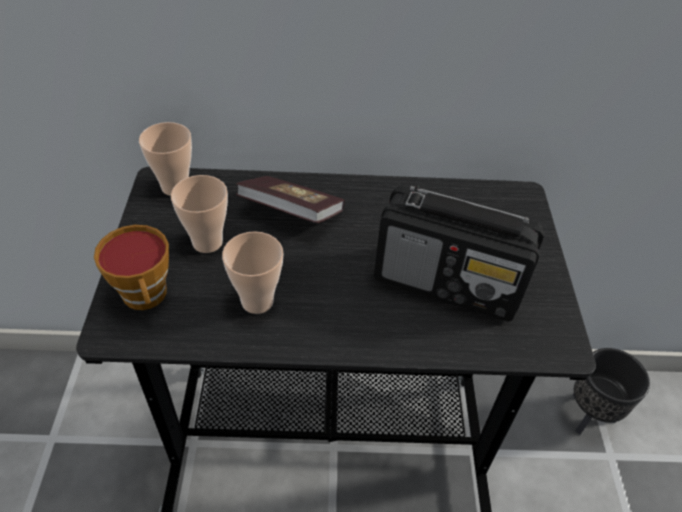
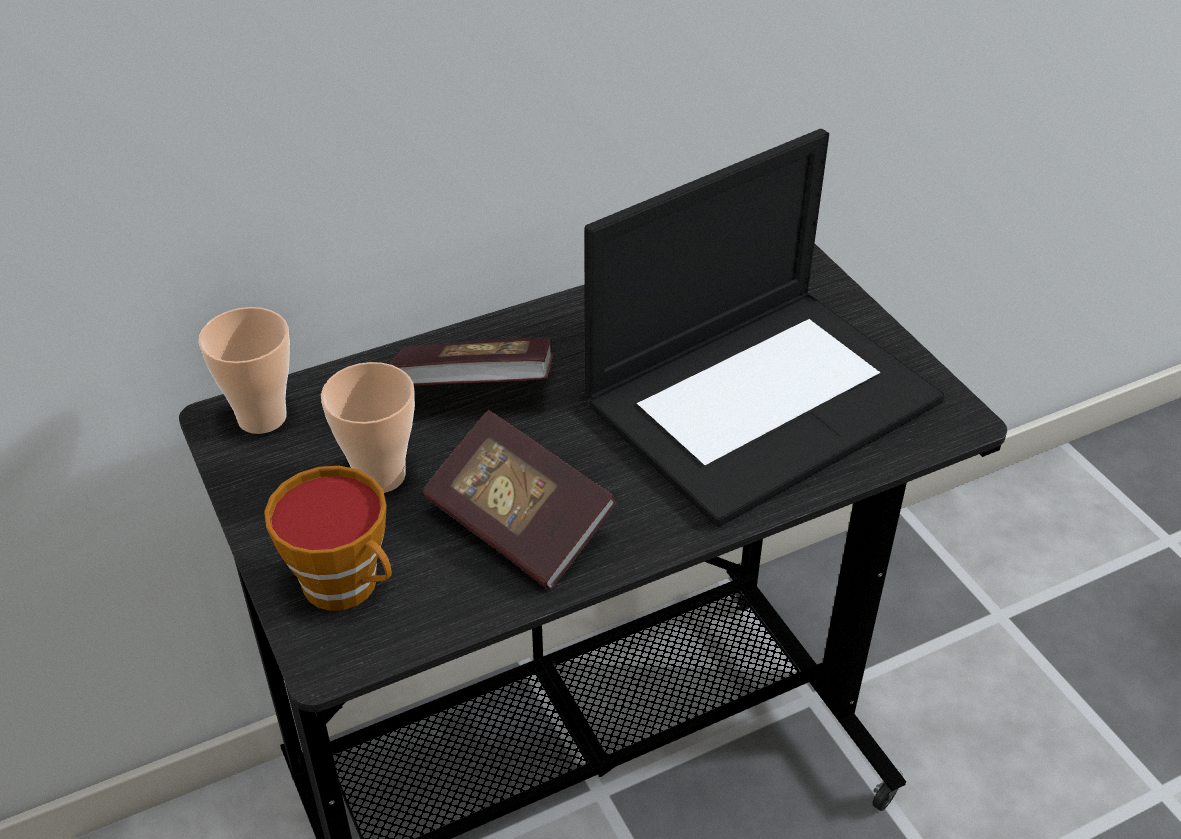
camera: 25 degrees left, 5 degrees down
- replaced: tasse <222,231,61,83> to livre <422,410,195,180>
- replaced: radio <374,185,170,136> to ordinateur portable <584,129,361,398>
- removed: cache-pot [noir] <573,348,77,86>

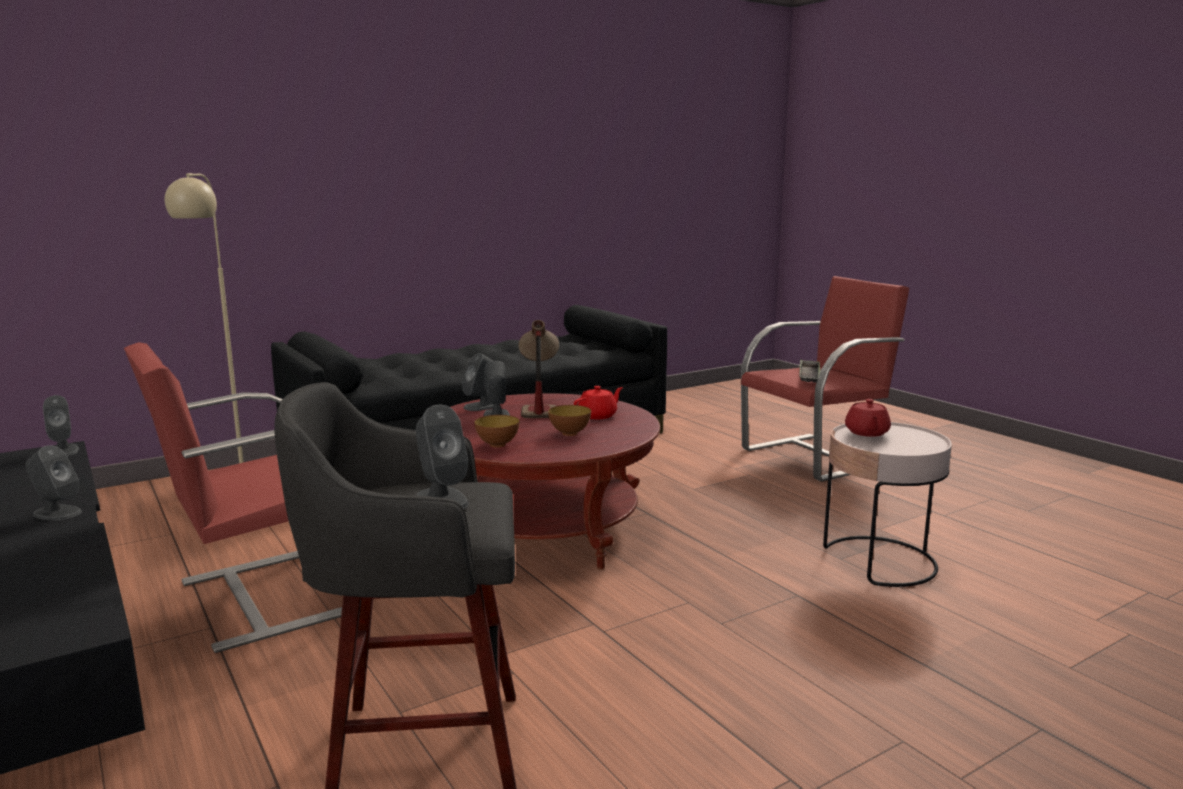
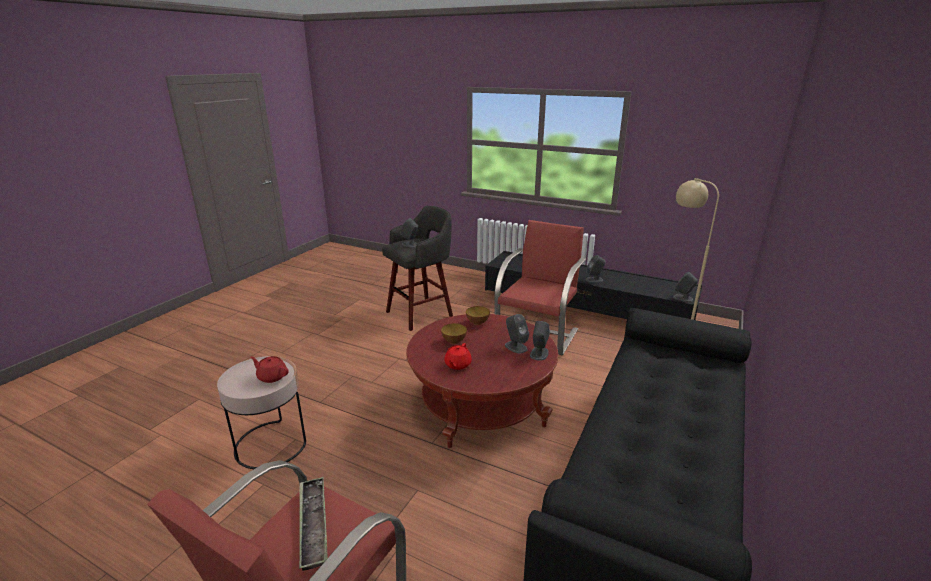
camera: 150 degrees right, 10 degrees up
- turned: théière [rouge] <845,399,46,38> = <250,356,39,27> 45 degrees counterclockwise
- removed: lampe de table <519,320,40,98>

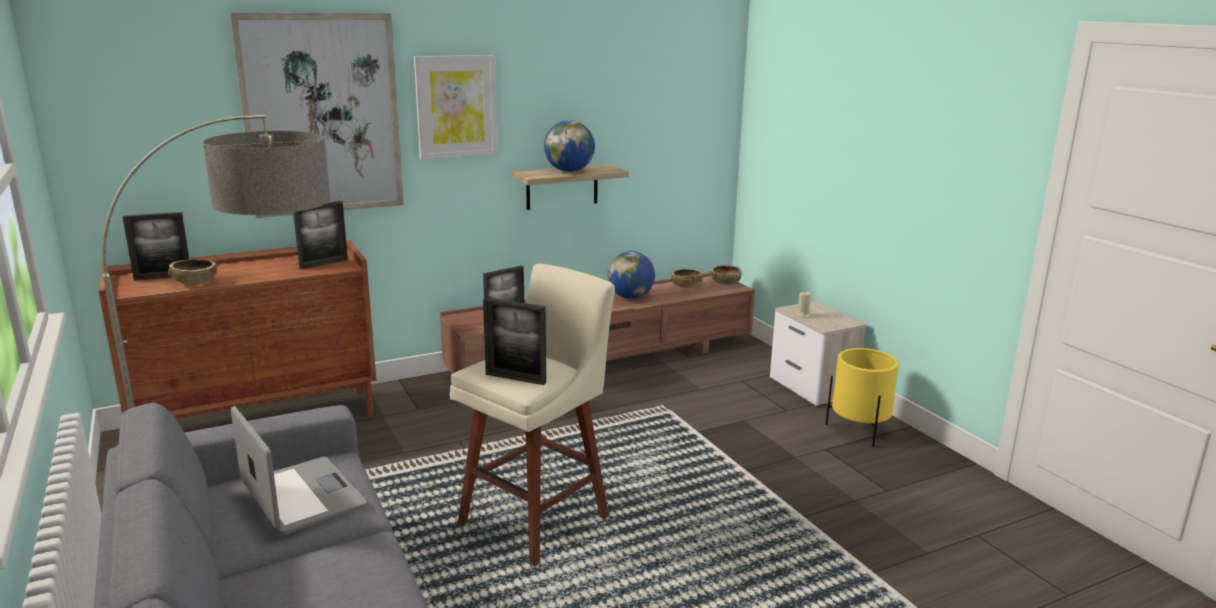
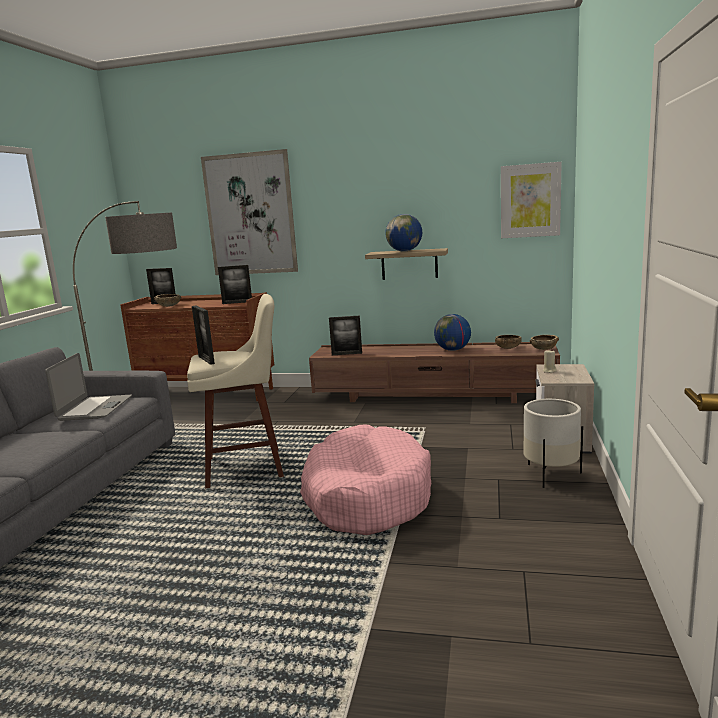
camera: 40 degrees right, 5 degrees down
- added: panier pour chien [rose] <300,425,131,110>
- moved: tableau <414,55,84,105> to <501,162,61,76>
- recoloured: cache-pot [jaune] <826,348,73,99> to cache-pot [blanc] <523,399,60,89>

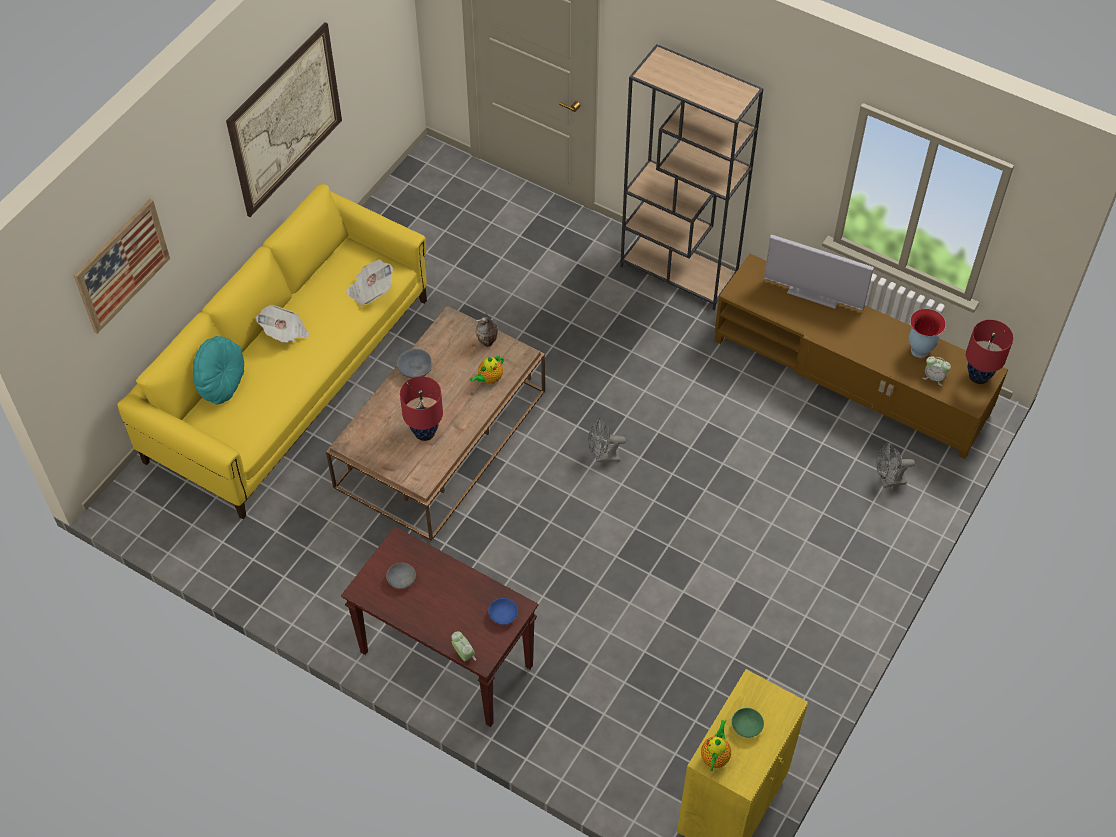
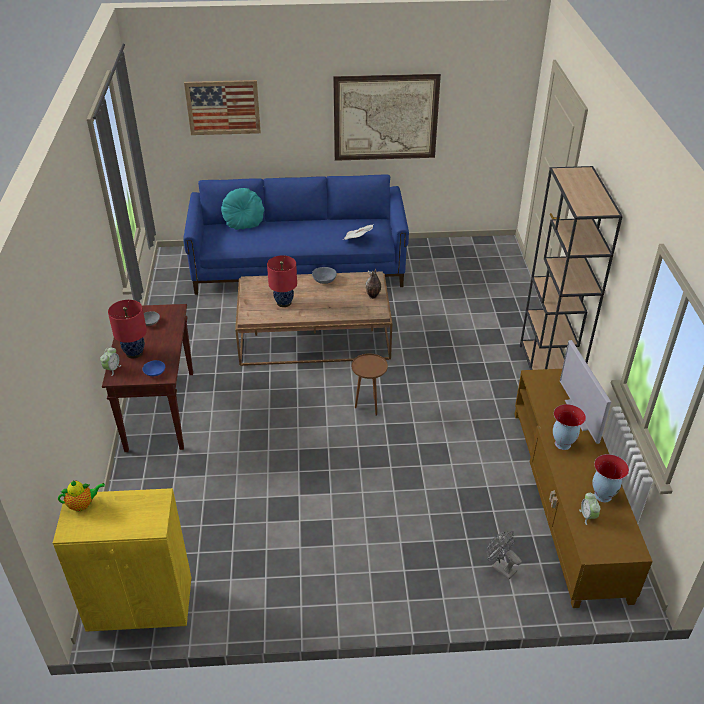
camera: 55 degrees right, 15 degrees down
- moved: lampe de table [rouge] <966,320,47,64> to <108,300,39,58>
- recoloured: canapé [jaune] <117,184,310,335> to canapé [bleu] <183,175,226,120>
- replaced: ventilateur [gris] <588,418,38,44> to table d'appoint [marron] <352,354,36,62>
- added: vase <553,404,33,46>
- removed: journal <256,305,54,38>
- removed: théière <470,356,34,28>
- removed: bol [vert] <732,708,32,30>

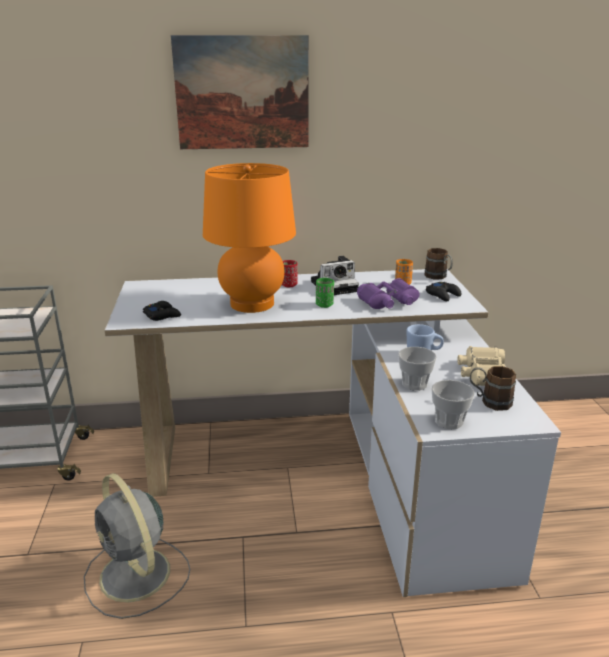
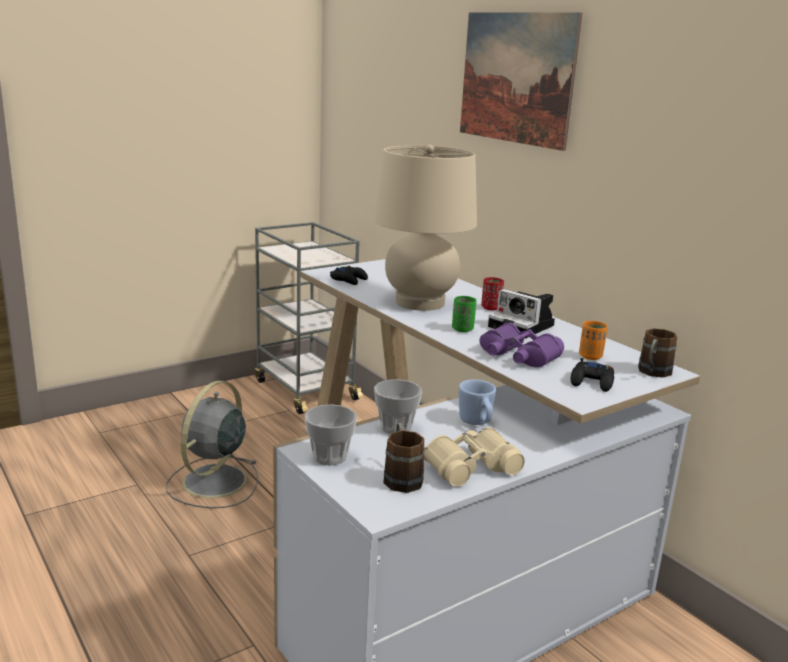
camera: 60 degrees right, 5 degrees down
- recoloured: lampe de table [orange] <203,163,93,150> to lampe de table [beige] <373,145,104,166>

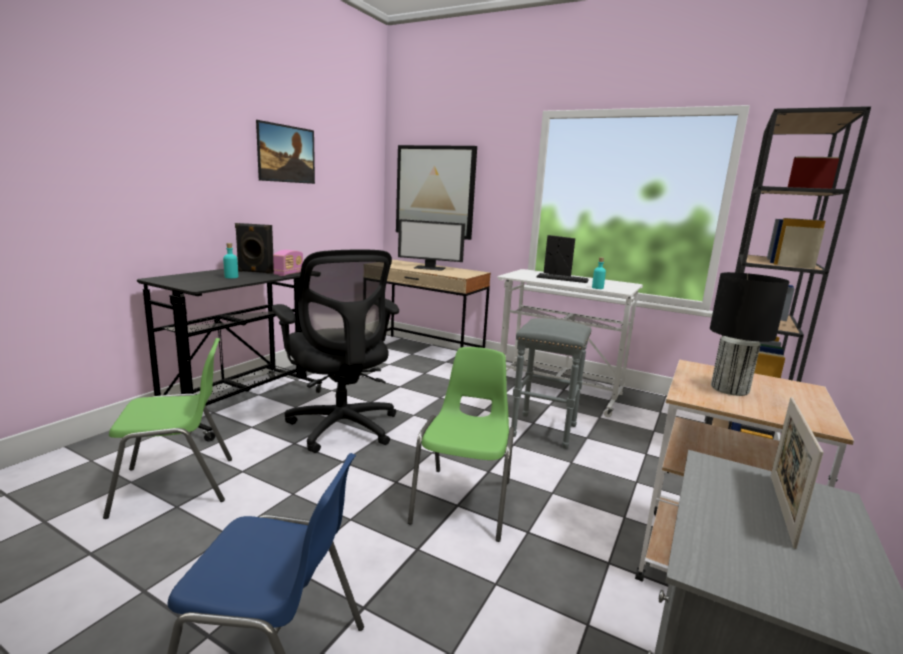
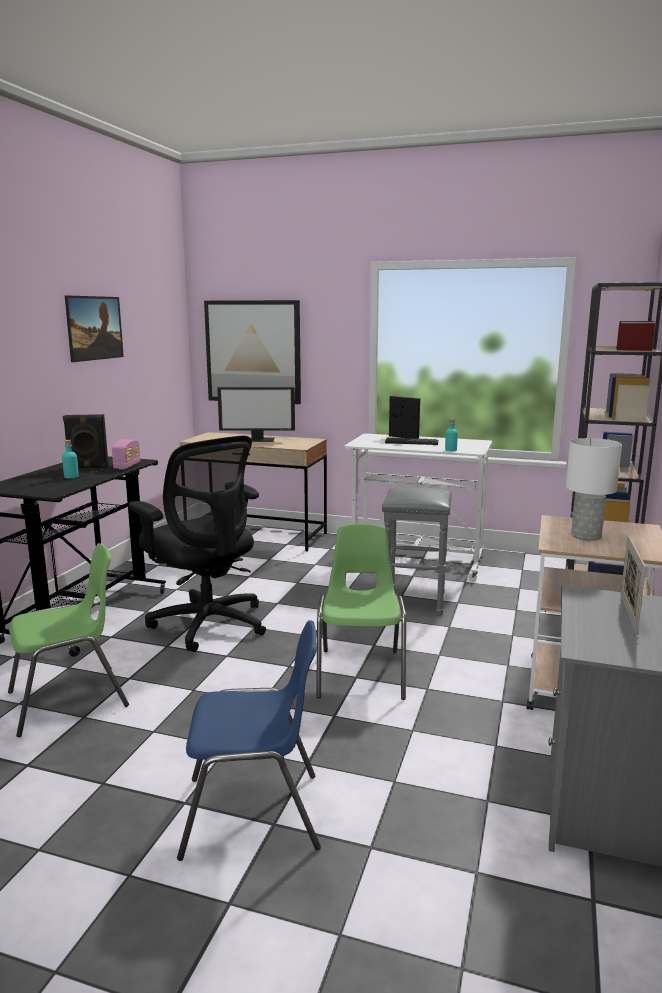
camera: 10 degrees left, 0 degrees up
- recoloured: lampe de table [noir] <710,272,80,124> to lampe de table [blanc] <566,438,56,103>

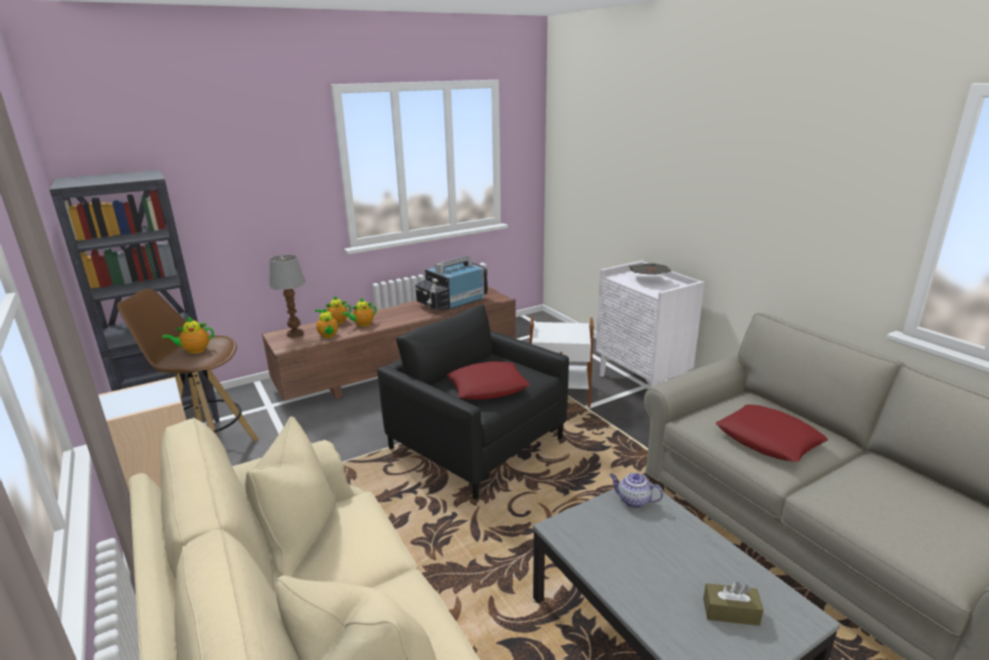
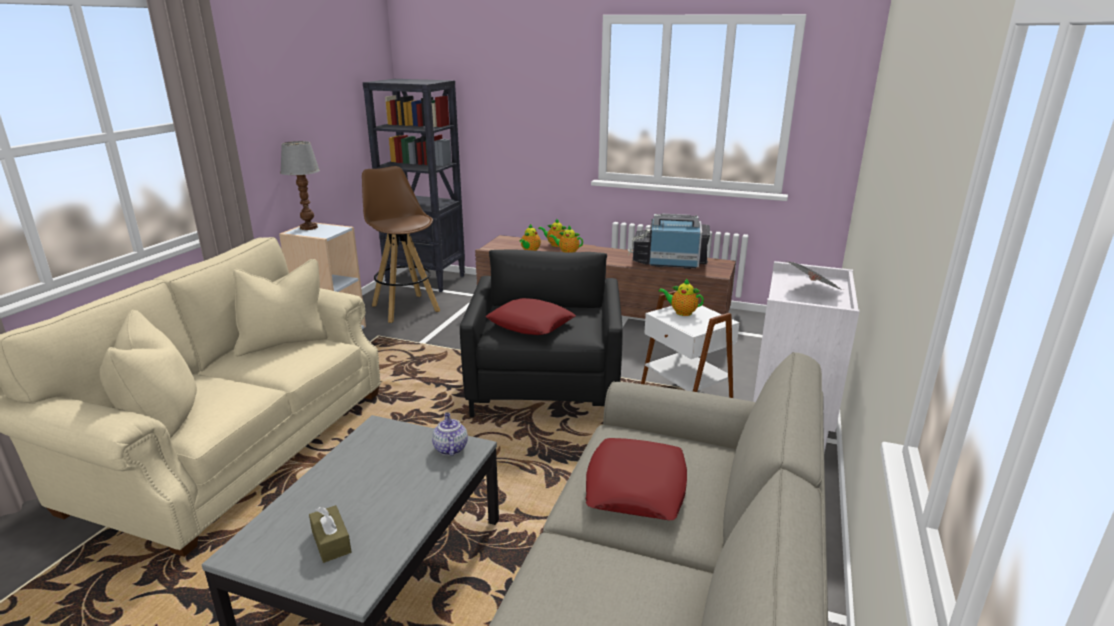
camera: 50 degrees right, 0 degrees up
- moved: lampe de table <269,255,37,83> to <280,141,40,89>
- moved: théière <162,316,52,38> to <659,278,45,38>

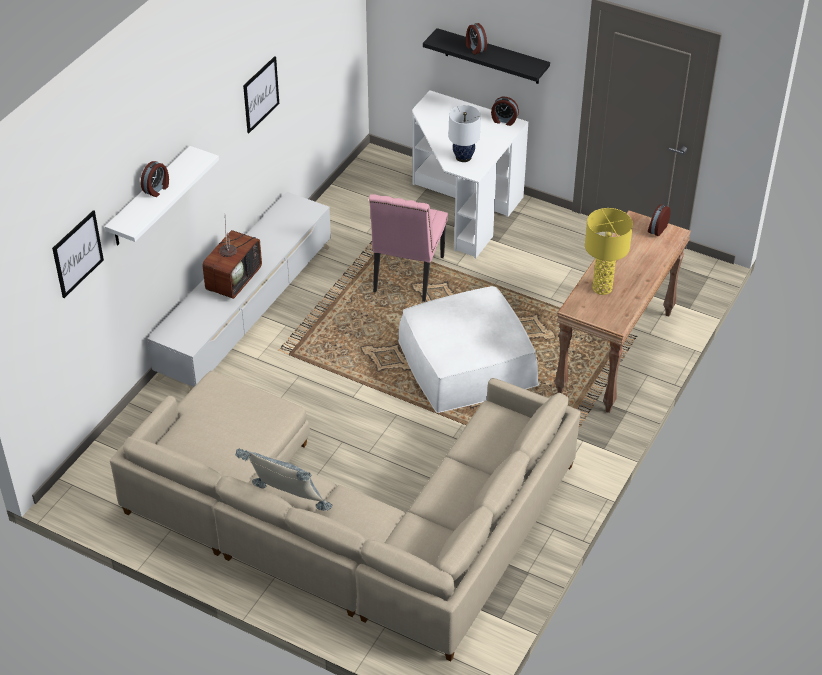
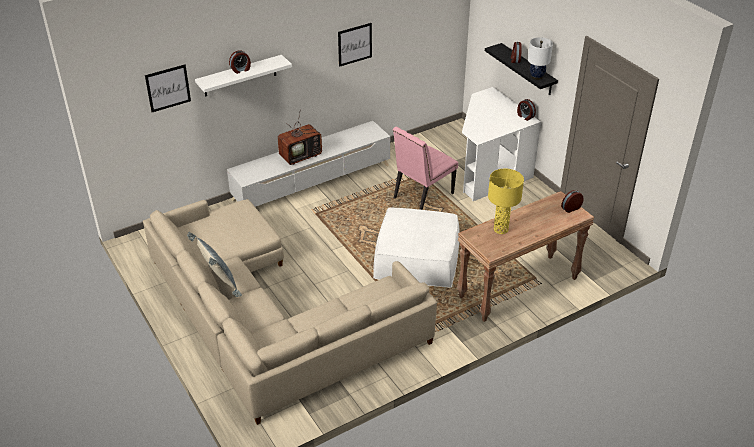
camera: 30 degrees right, 5 degrees down
- moved: lampe de table [blanc] <449,105,32,57> to <528,37,25,43>

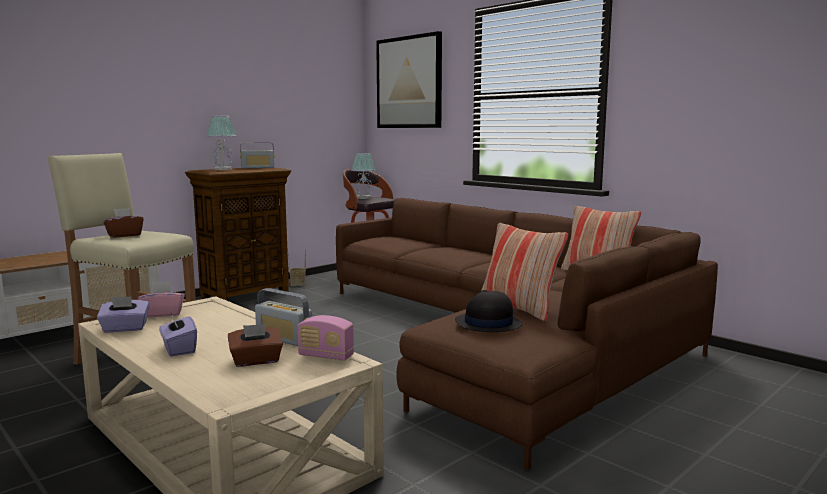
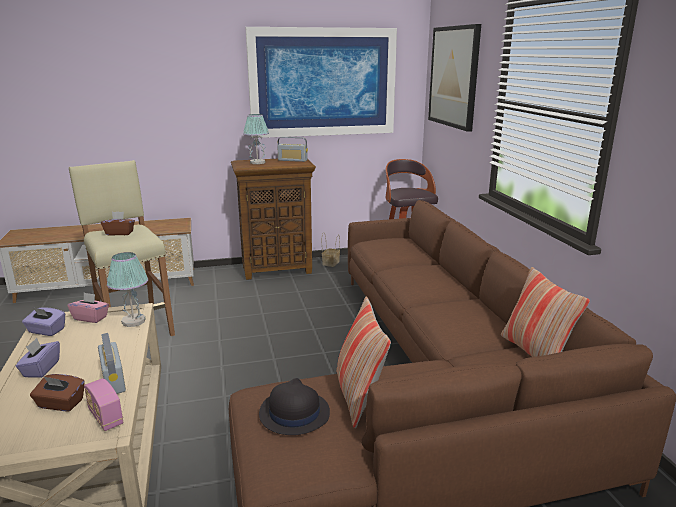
camera: 30 degrees right, 10 degrees up
- moved: lampe de table <351,153,25,46> to <107,252,41,75>
- added: tableau <245,27,152,111>

